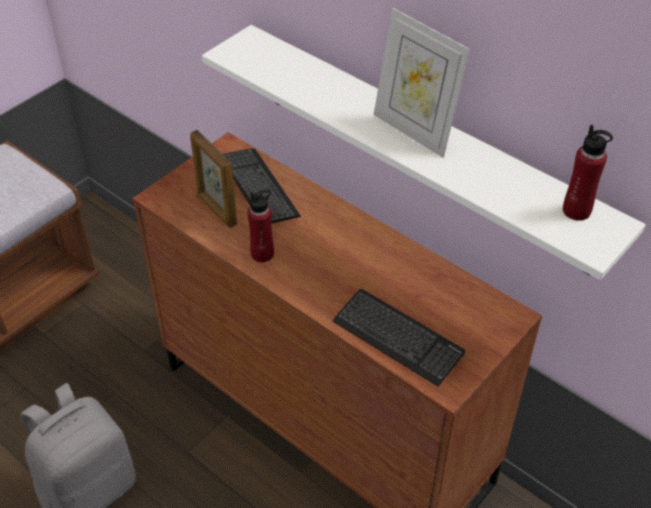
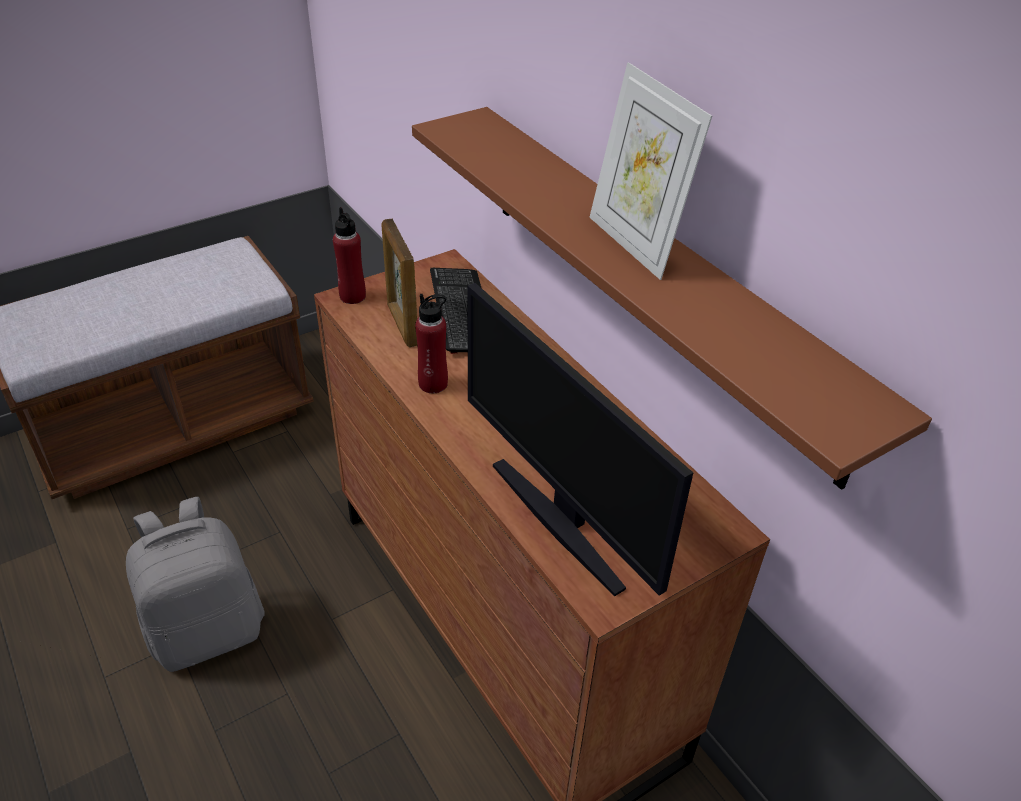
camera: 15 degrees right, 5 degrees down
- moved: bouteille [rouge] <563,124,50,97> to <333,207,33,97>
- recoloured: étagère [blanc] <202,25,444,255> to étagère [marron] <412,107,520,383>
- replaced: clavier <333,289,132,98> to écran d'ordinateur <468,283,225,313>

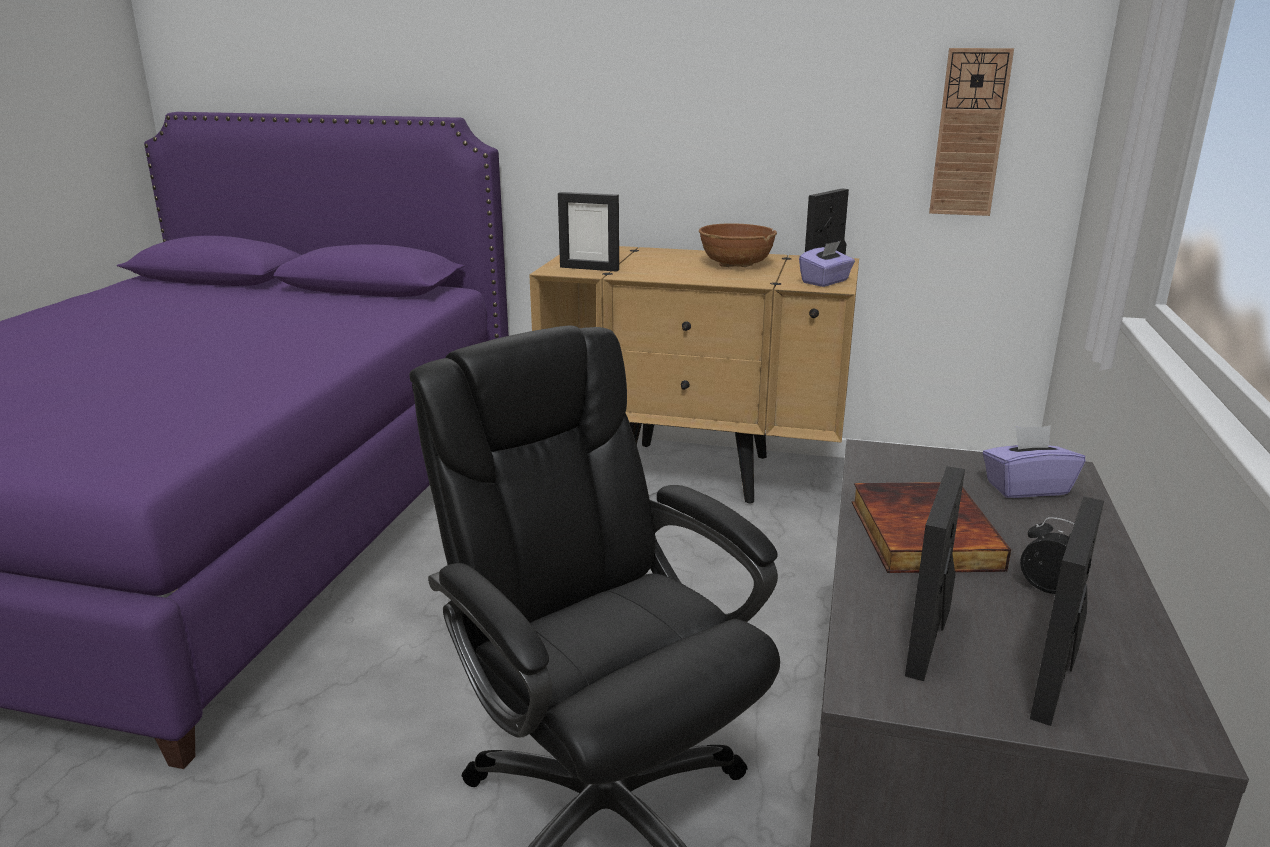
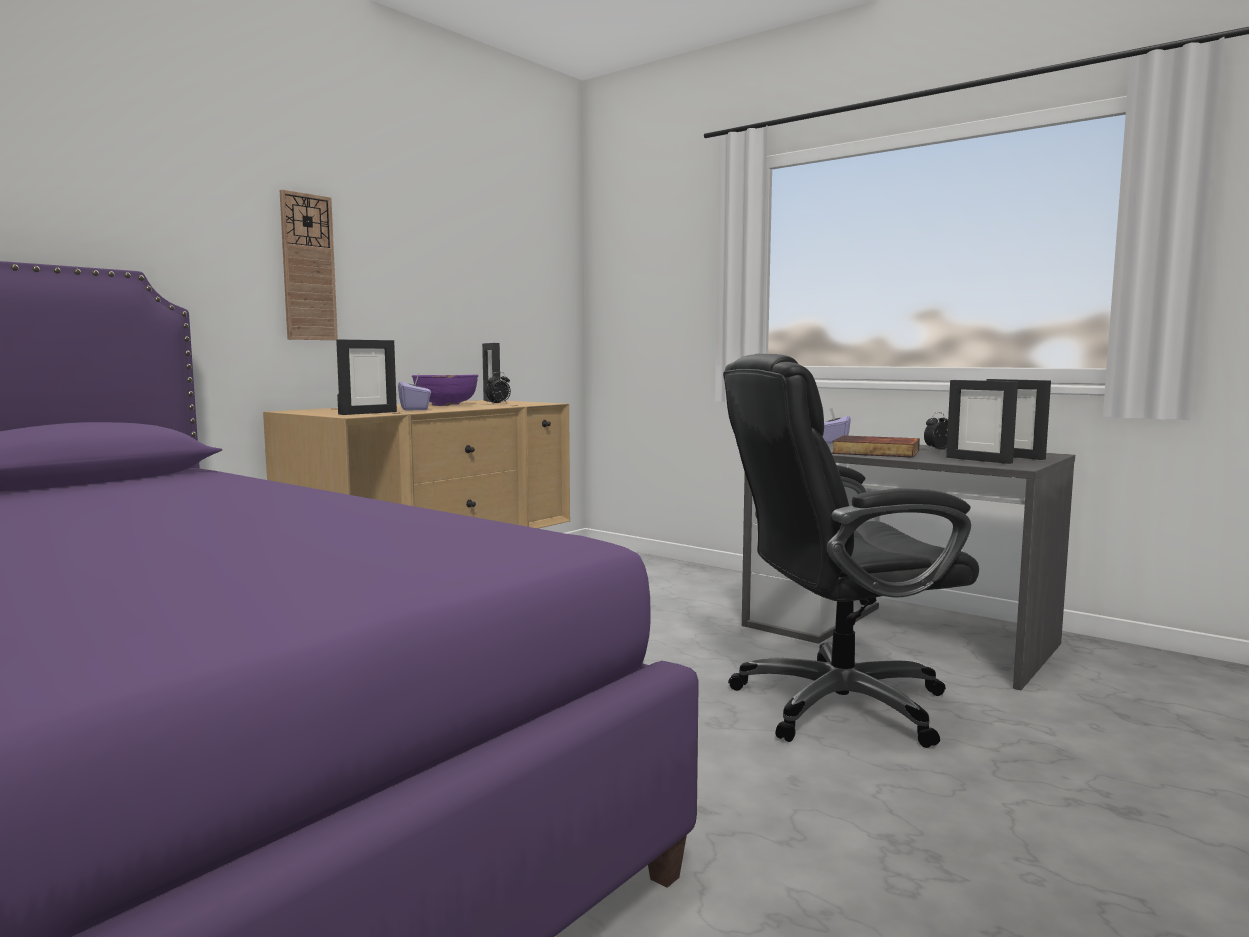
camera: 65 degrees left, 15 degrees down
- moved: horloge murale <929,48,85,168> to <280,190,58,150>
- moved: boîte à mouchoirs [violet] <799,241,56,46> to <398,374,33,37>
- recoloured: bol [marron] <699,223,78,44> to bol [violet] <412,375,66,31>
- added: réveil <486,372,25,31>

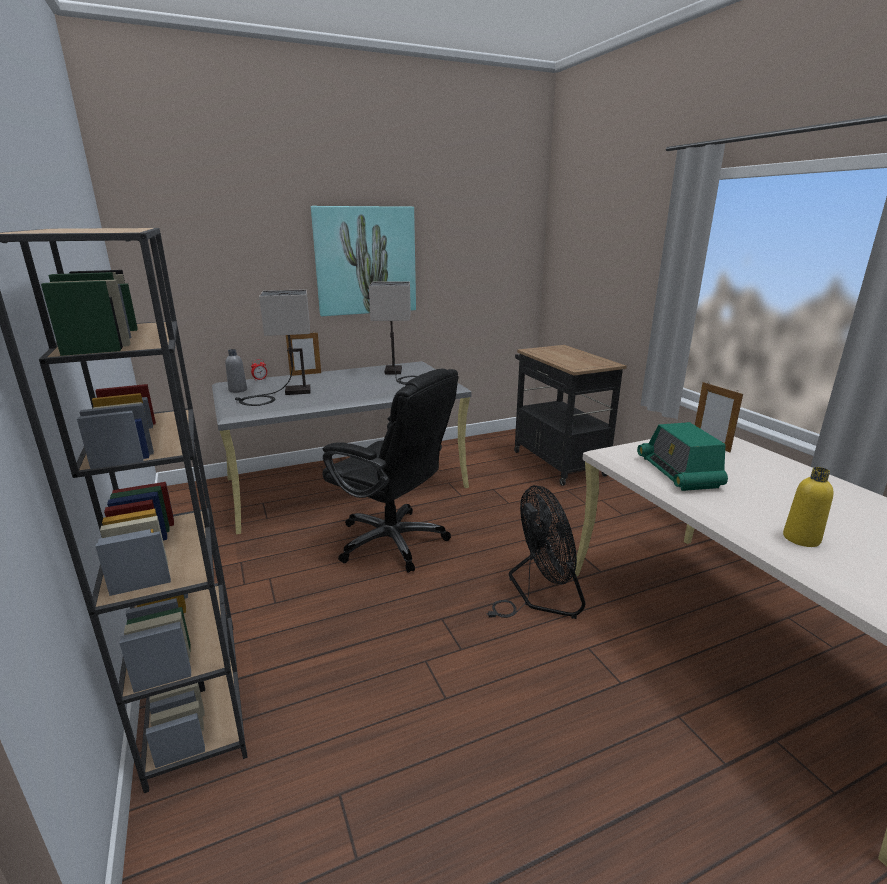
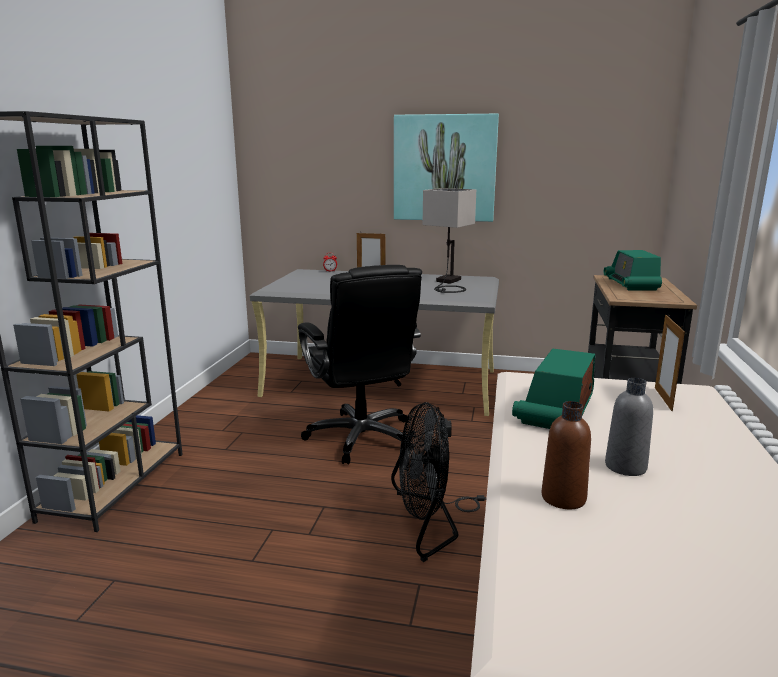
camera: 35 degrees right, 5 degrees down
- turned: ventilateur [noir] <487,485,98,134> = <391,402,96,160> 150 degrees clockwise
- recoloured: bouteille [jaune] <783,467,50,80> to bouteille [marron] <541,401,50,108>
- added: radio <604,250,58,40>
- moved: bouteille [gris] <225,349,22,44> to <605,378,48,98>
- removed: lampe de table <235,289,75,117>

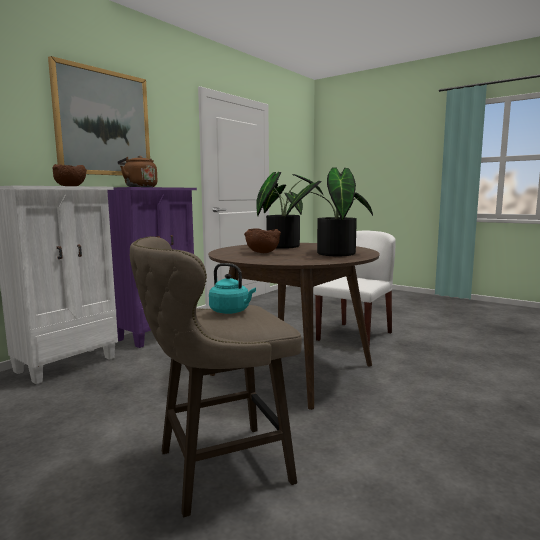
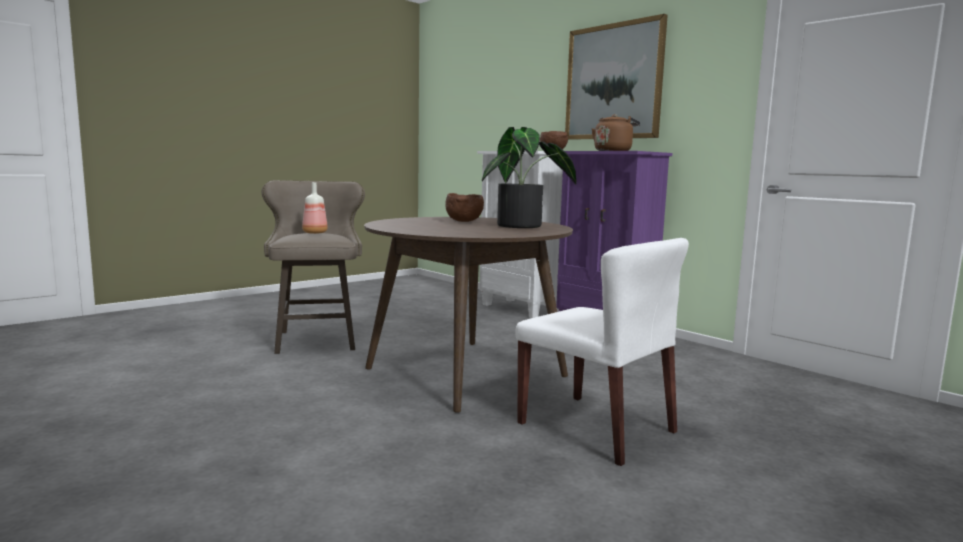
camera: 100 degrees right, 0 degrees up
- replaced: bouilloire [turquoise] <209,263,47,51> to bouteille <302,182,26,52>
- removed: plante en pot <286,167,87,89>

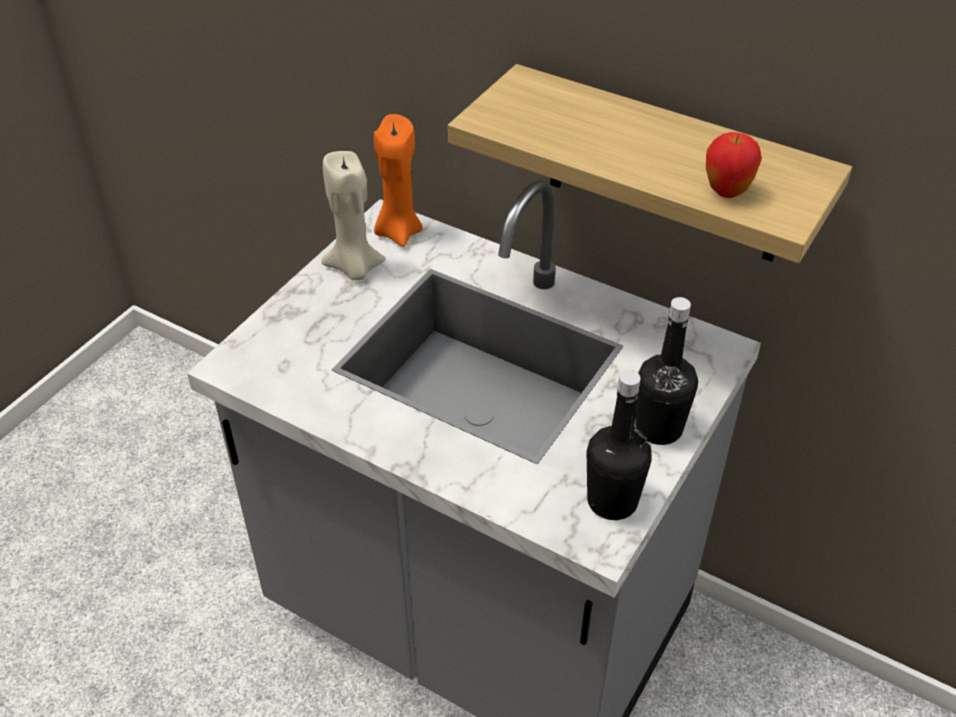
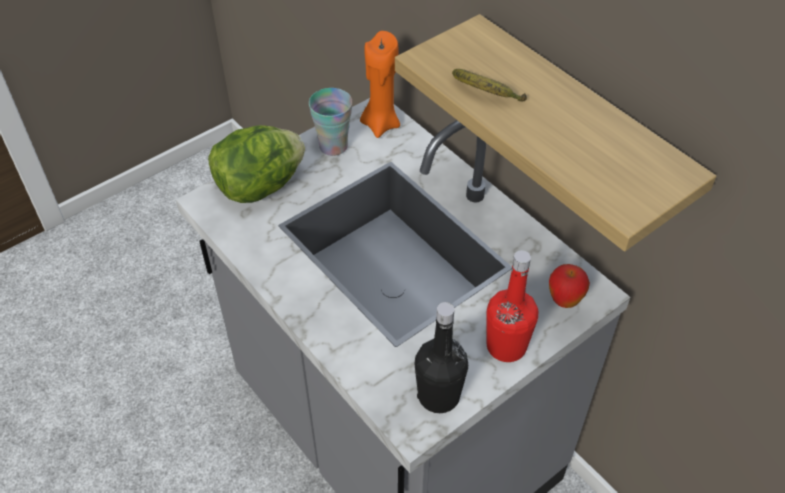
camera: 20 degrees right, 5 degrees up
- added: laitue <208,125,97,78>
- replaced: bougie [beige] <321,151,65,129> to tasse <309,88,43,68>
- added: banane <452,69,75,33>
- recoloured: bouteille [noir] <635,297,63,148> to bouteille [rouge] <487,250,51,112>
- moved: pomme <706,132,56,66> to <549,264,41,44>

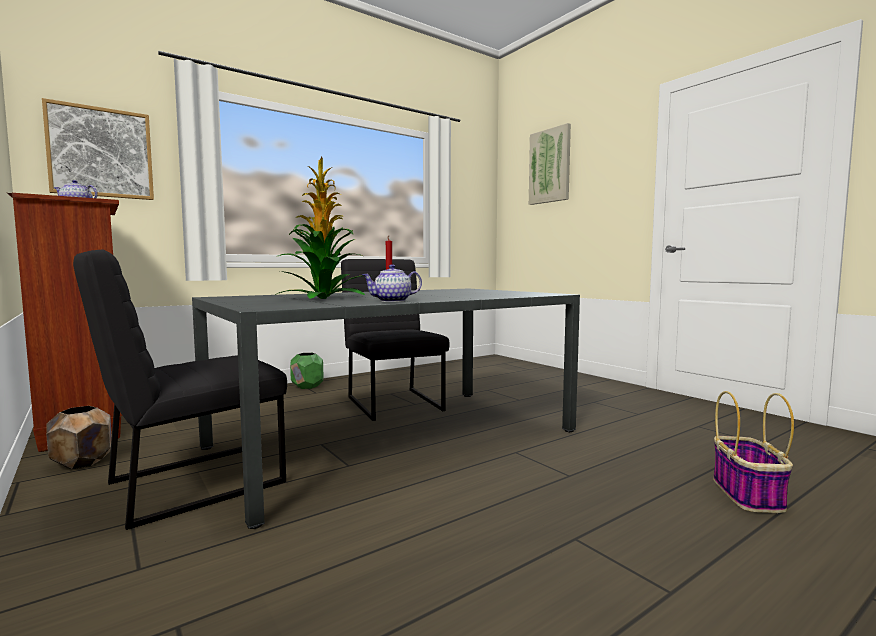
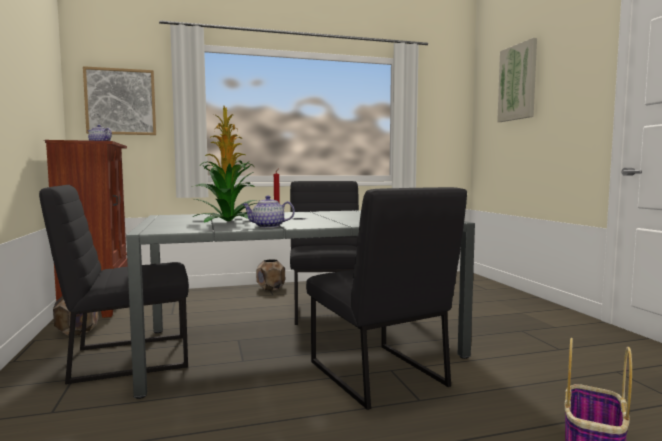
camera: 20 degrees right, 0 degrees up
- recoloured: cache-pot [vert] <290,353,33,36> to cache-pot [marron] <256,259,29,32>
- added: chaise [noir] <306,187,161,223>

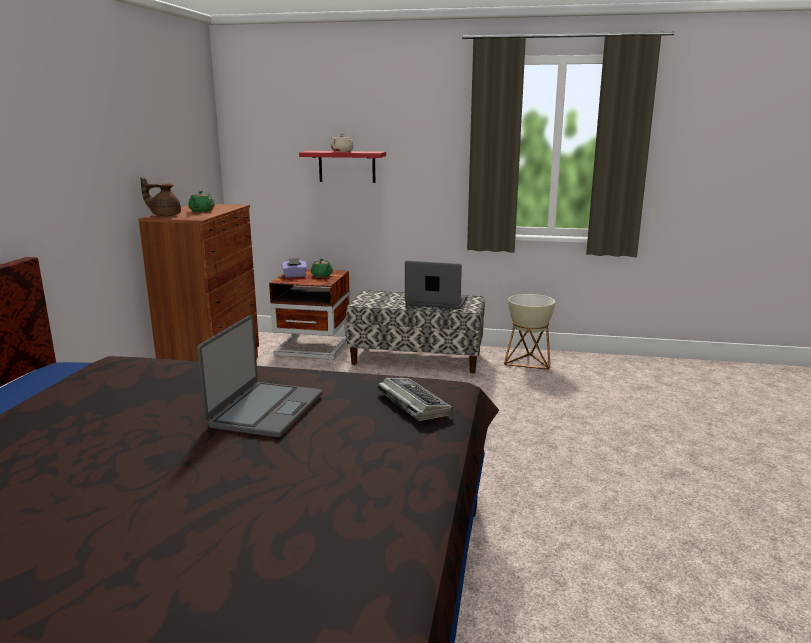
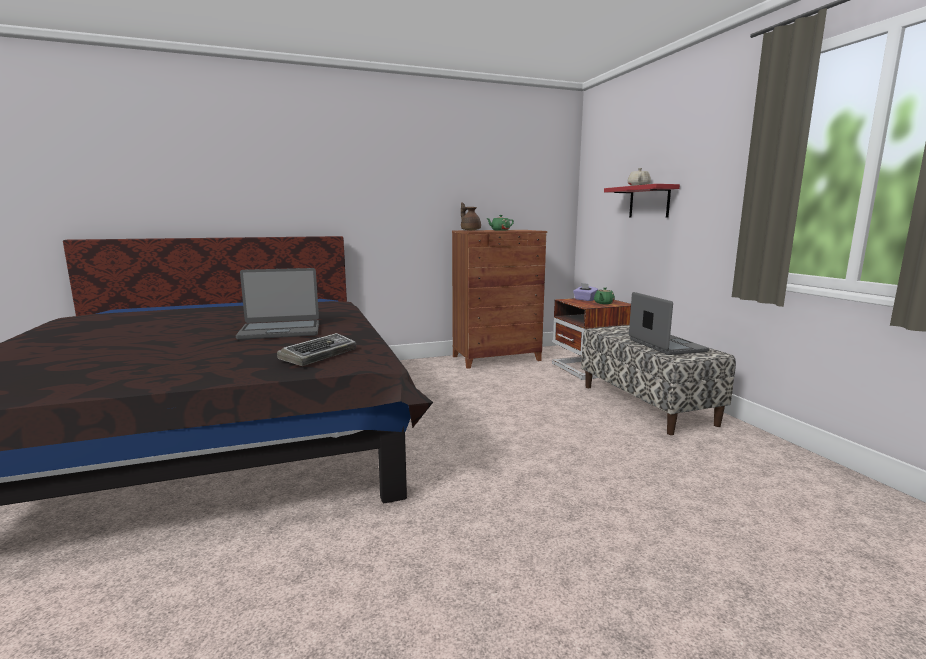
camera: 60 degrees right, 5 degrees down
- removed: cache-pot <504,294,51,75>

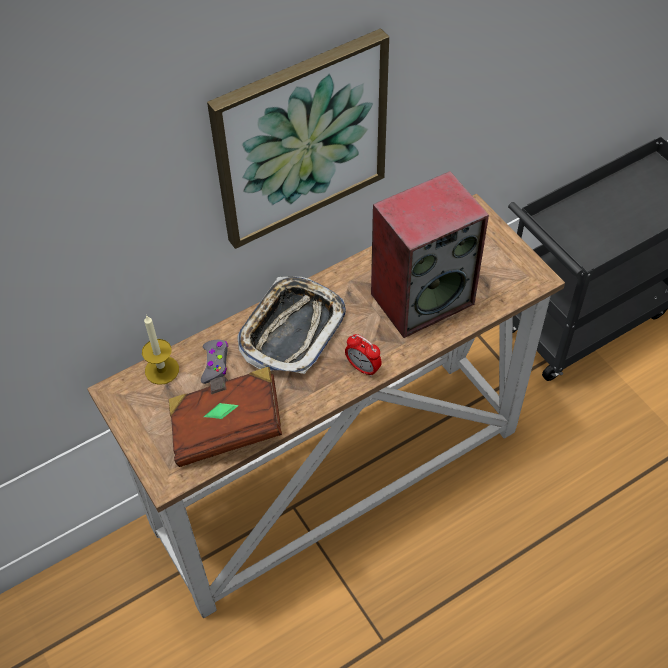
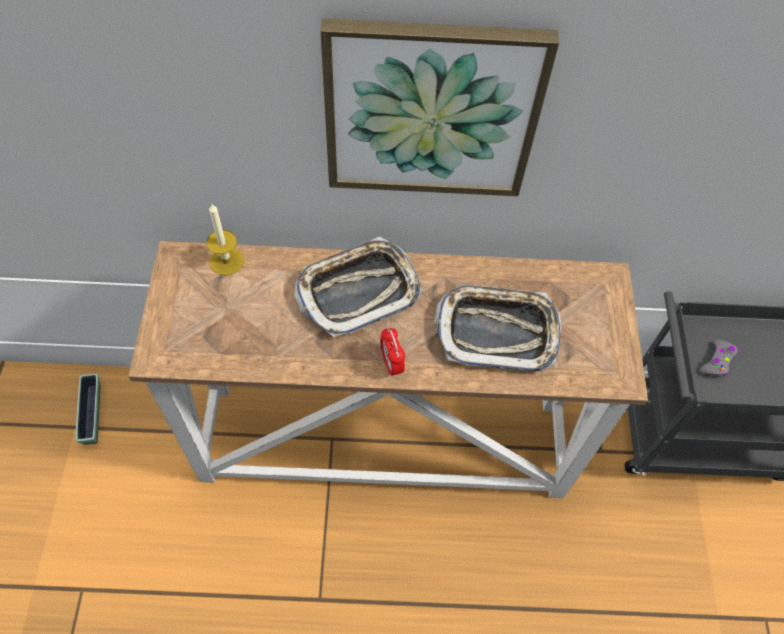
camera: 30 degrees right, 5 degrees up
- added: cache-pot <75,374,25,71>
- replaced: enceinte <371,171,118,167> to plateau <435,285,127,87>
- moved: manette [gris] <201,340,27,44> to <699,339,40,38>
- removed: livre [marron] <169,367,113,100>

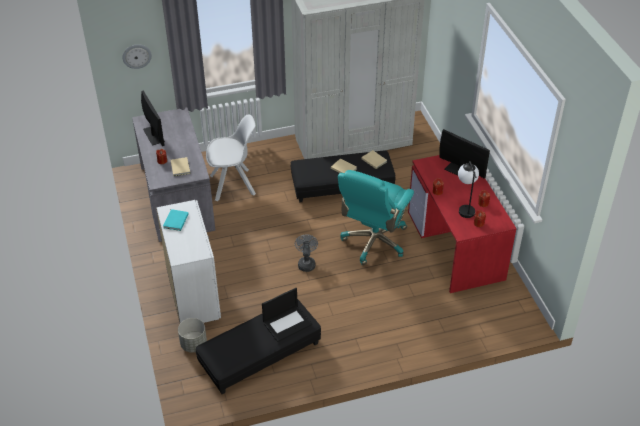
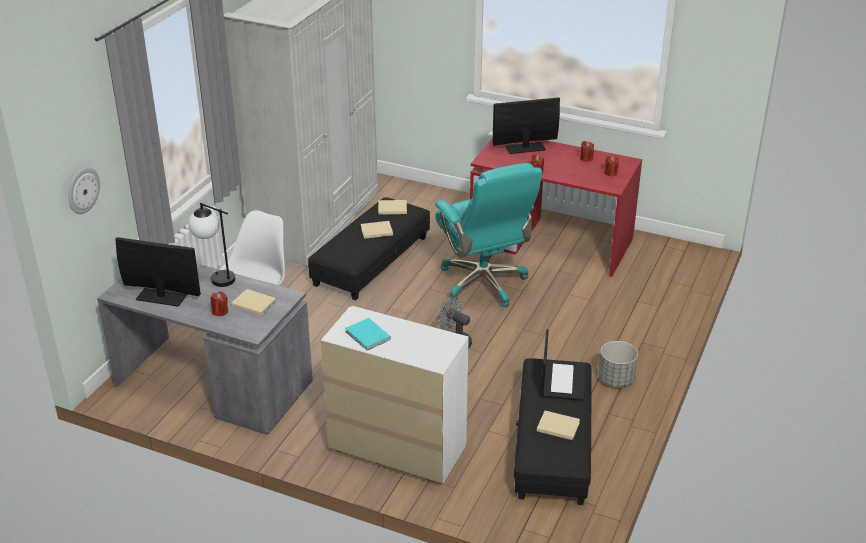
camera: 50 degrees left, 10 degrees down
- moved: lampe de table <458,161,21,57> to <188,203,47,84>
- added: livre [beige] <537,411,43,29>
- moved: cache-pot [gris] <178,318,29,34> to <598,341,40,46>

